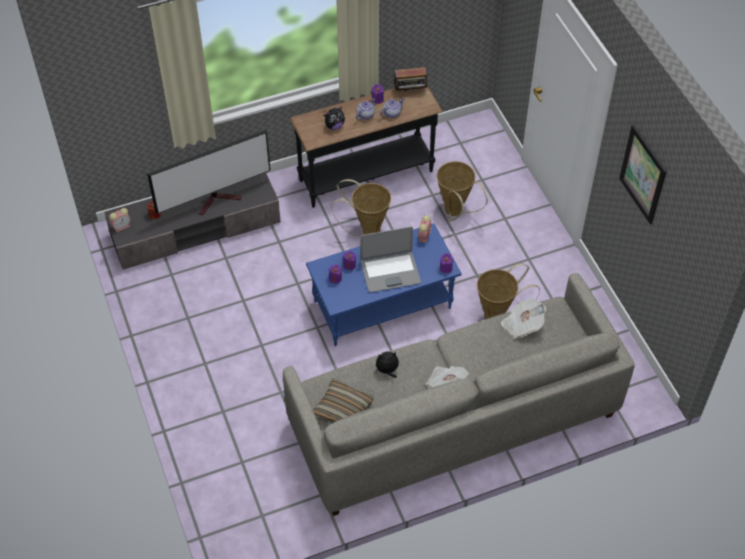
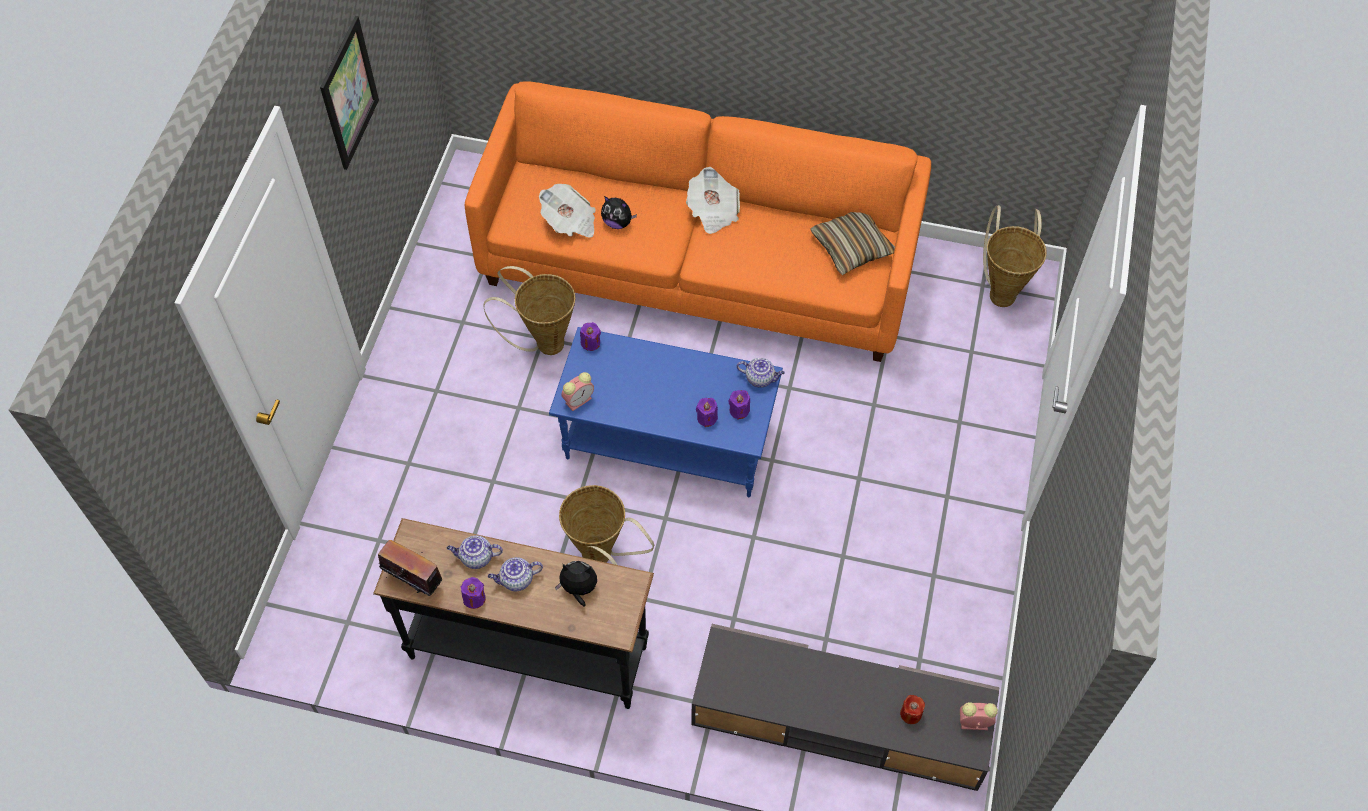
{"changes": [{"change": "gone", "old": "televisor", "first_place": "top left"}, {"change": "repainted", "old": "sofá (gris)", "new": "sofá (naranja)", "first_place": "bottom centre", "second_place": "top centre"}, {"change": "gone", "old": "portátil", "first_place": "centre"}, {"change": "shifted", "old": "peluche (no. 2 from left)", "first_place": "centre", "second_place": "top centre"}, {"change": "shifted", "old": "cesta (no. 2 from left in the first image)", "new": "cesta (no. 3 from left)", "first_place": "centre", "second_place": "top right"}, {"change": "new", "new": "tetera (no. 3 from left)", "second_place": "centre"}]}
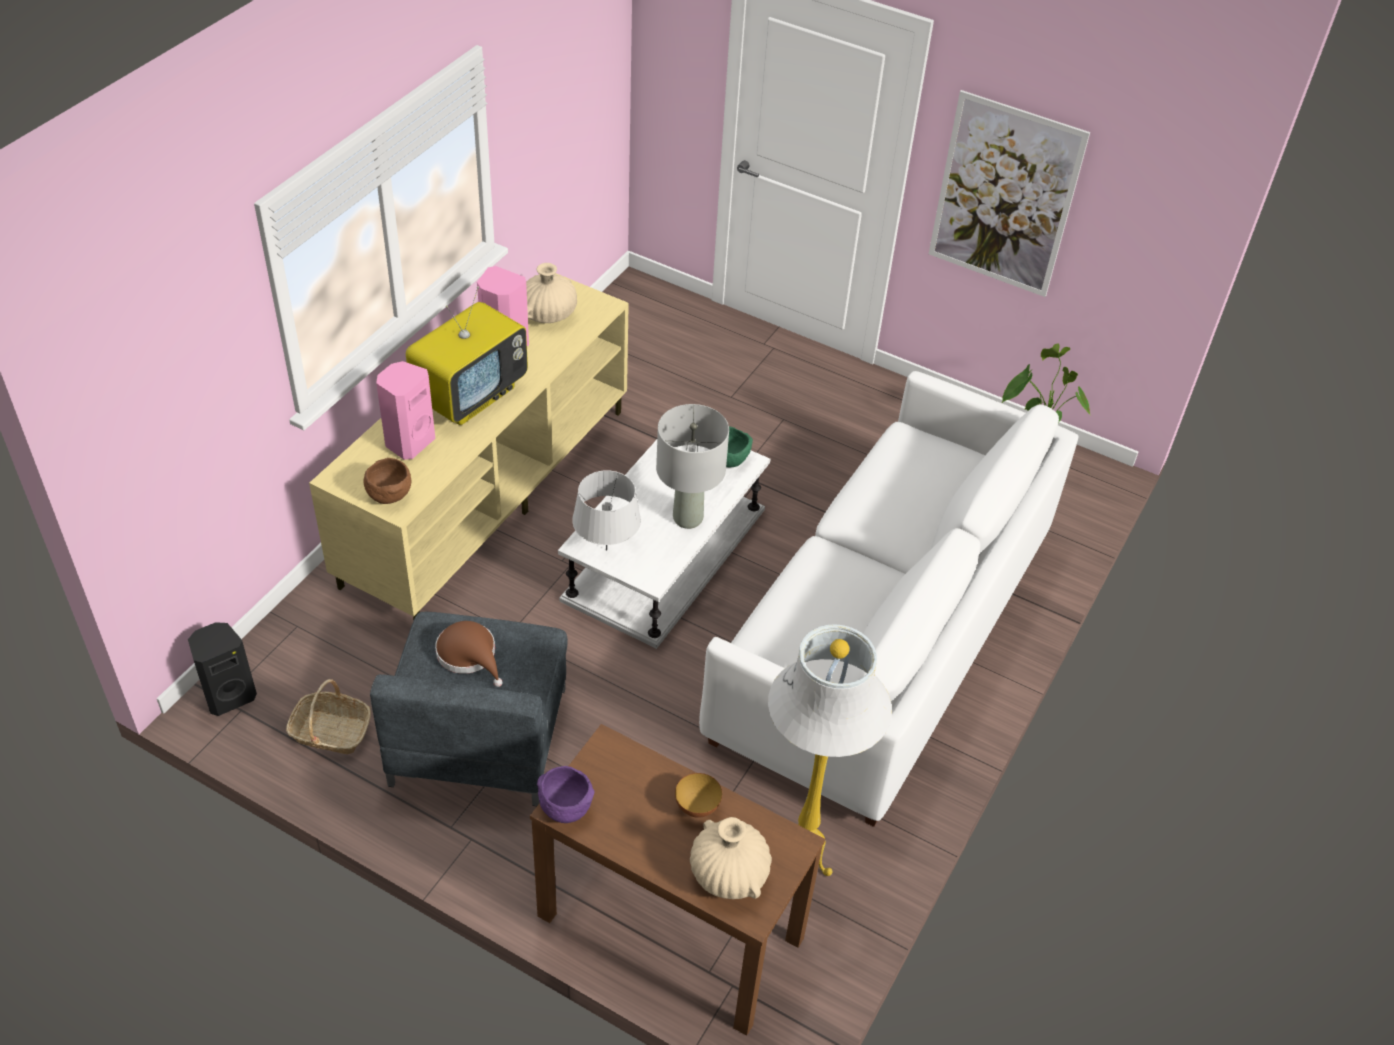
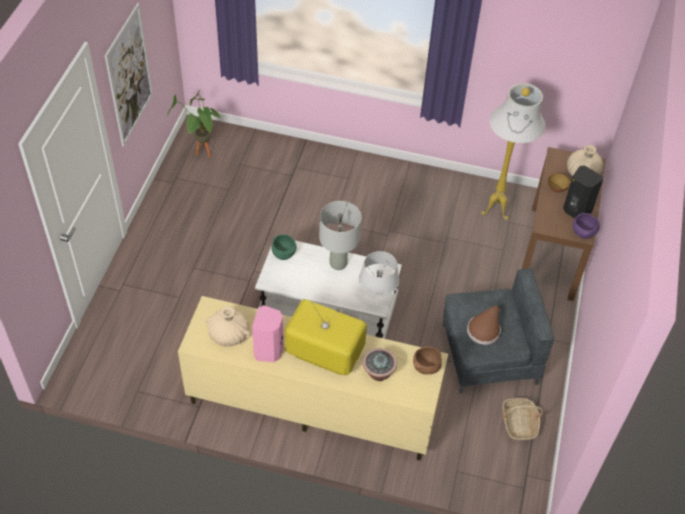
{"changes": [{"change": "shifted", "old": "altavoz (negro)", "first_place": "middle left", "second_place": "middle right"}, {"change": "swapped", "old": "altavoz (rosa) (no. 1 from left)", "new": "planta en maceta (no. 2 from left)", "first_place": "middle left", "second_place": "bottom centre"}, {"change": "gone", "old": "sofá (blanco)", "first_place": "centre"}]}
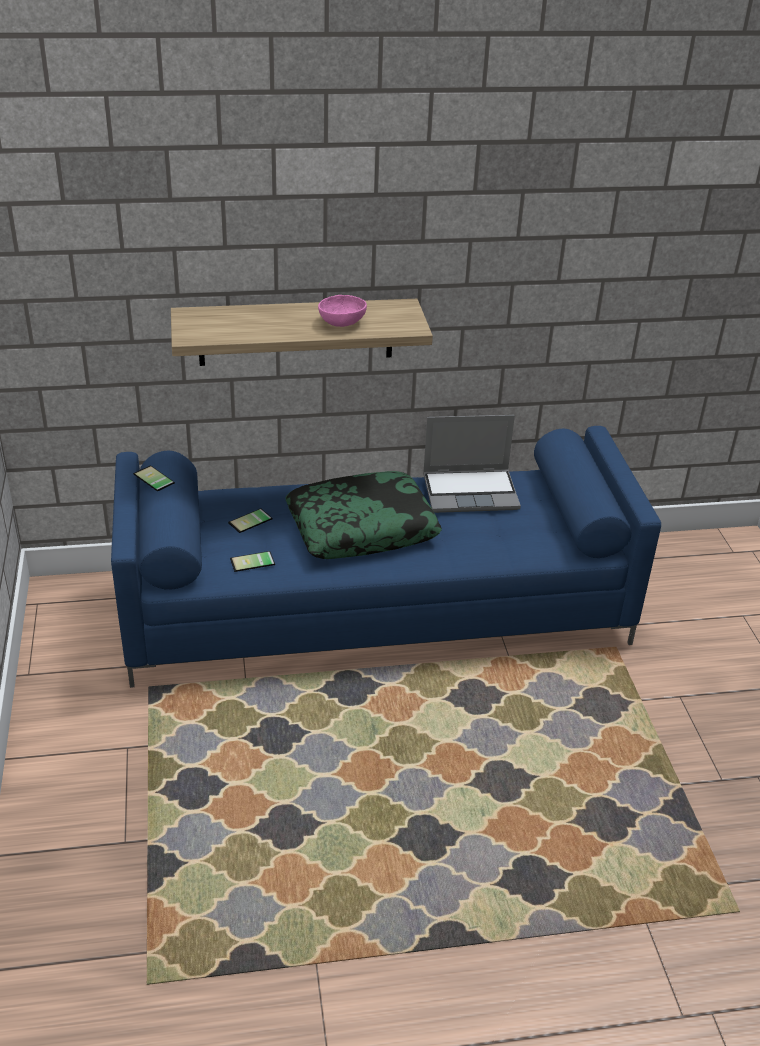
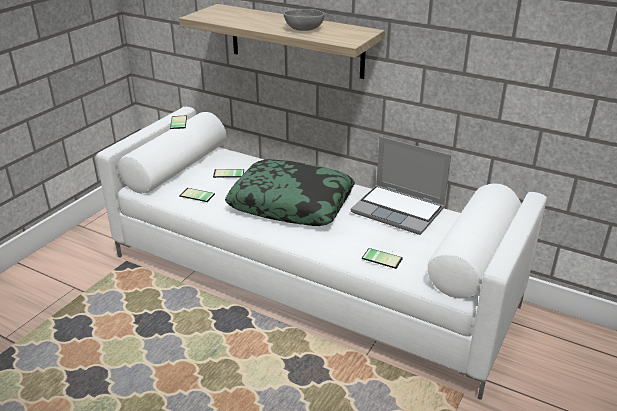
{"changes": [{"change": "repainted", "old": "sofá (azul)", "new": "sofá (blanco)", "first_place": "centre", "second_place": "centre"}, {"change": "repainted", "old": "cuenco (rosa)", "new": "cuenco (gris)", "first_place": "top centre", "second_place": "top centre"}, {"change": "new", "new": "móvil (no. 4 from left)", "second_place": "centre"}]}
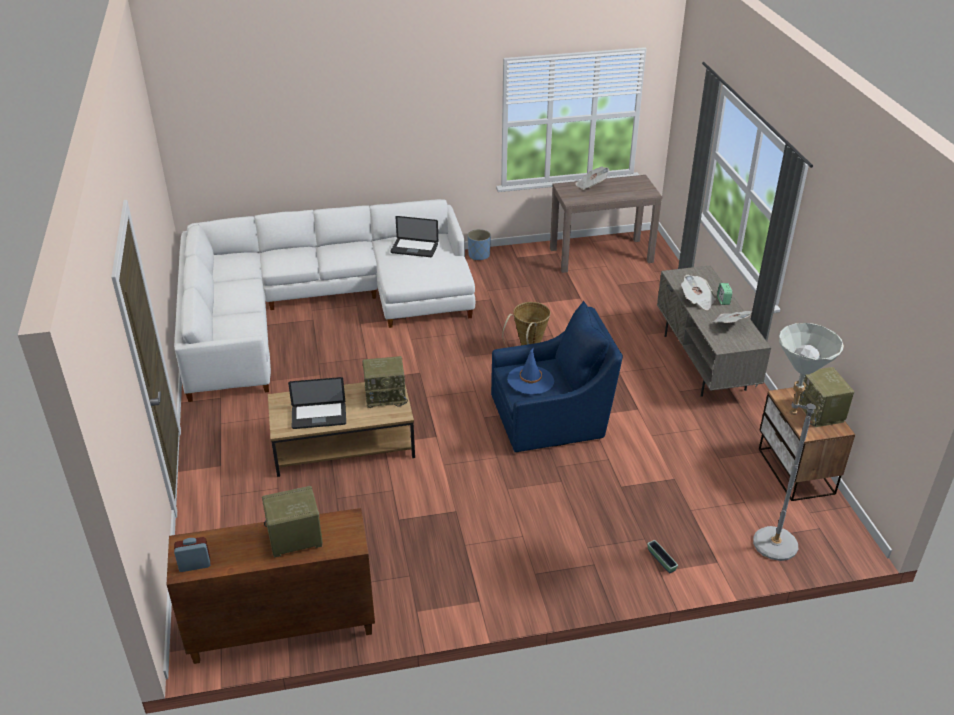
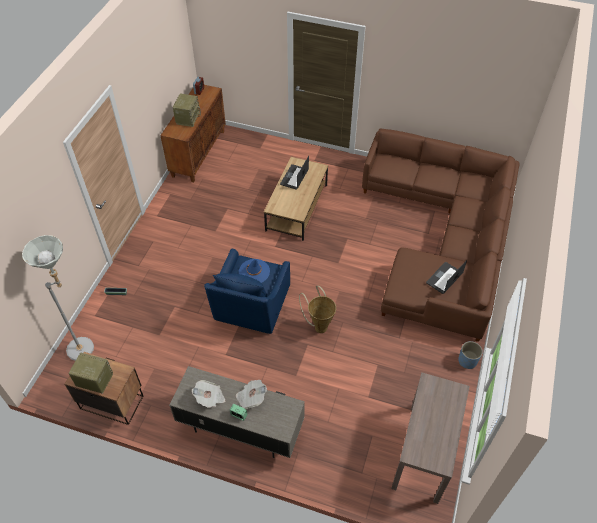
{"changes": [{"change": "repainted", "old": "sofá (blanco)", "new": "sofá (marrón)", "first_place": "centre", "second_place": "middle right"}, {"change": "gone", "old": "radio (no. 2 from left)", "first_place": "centre"}, {"change": "gone", "old": "periódico (no. 1 from left)", "first_place": "top centre"}]}
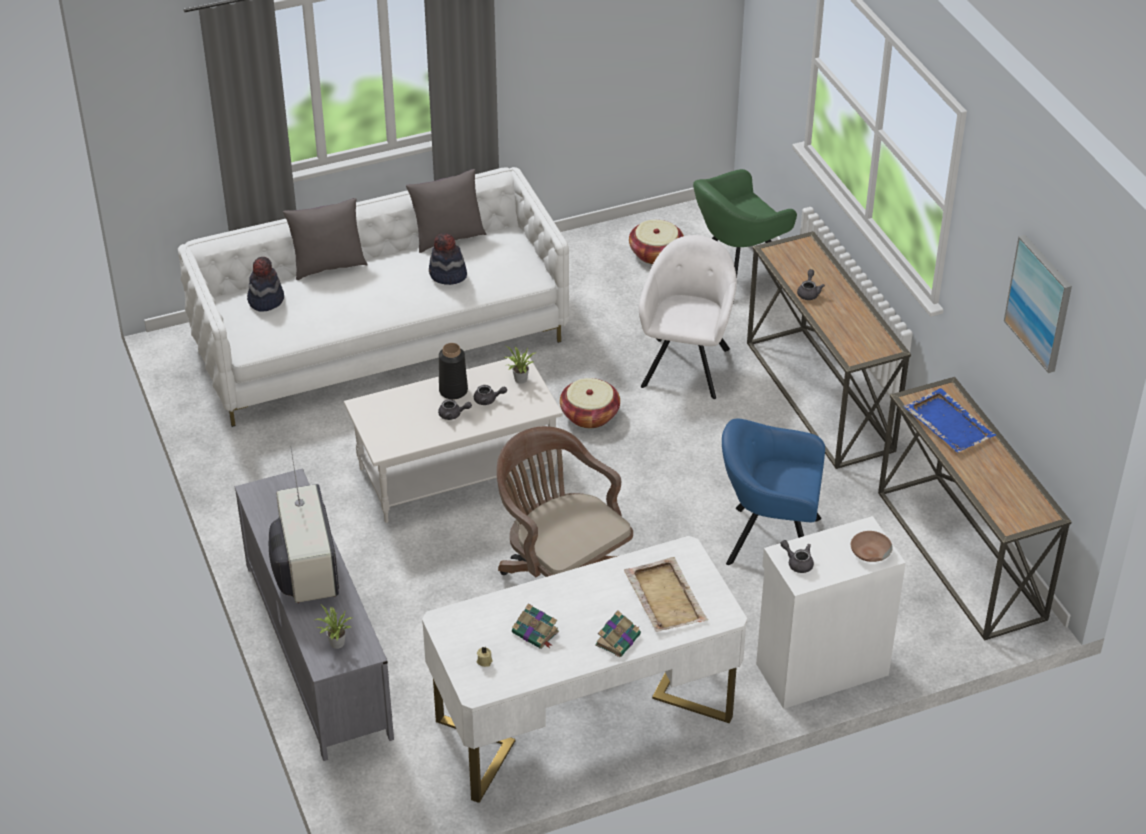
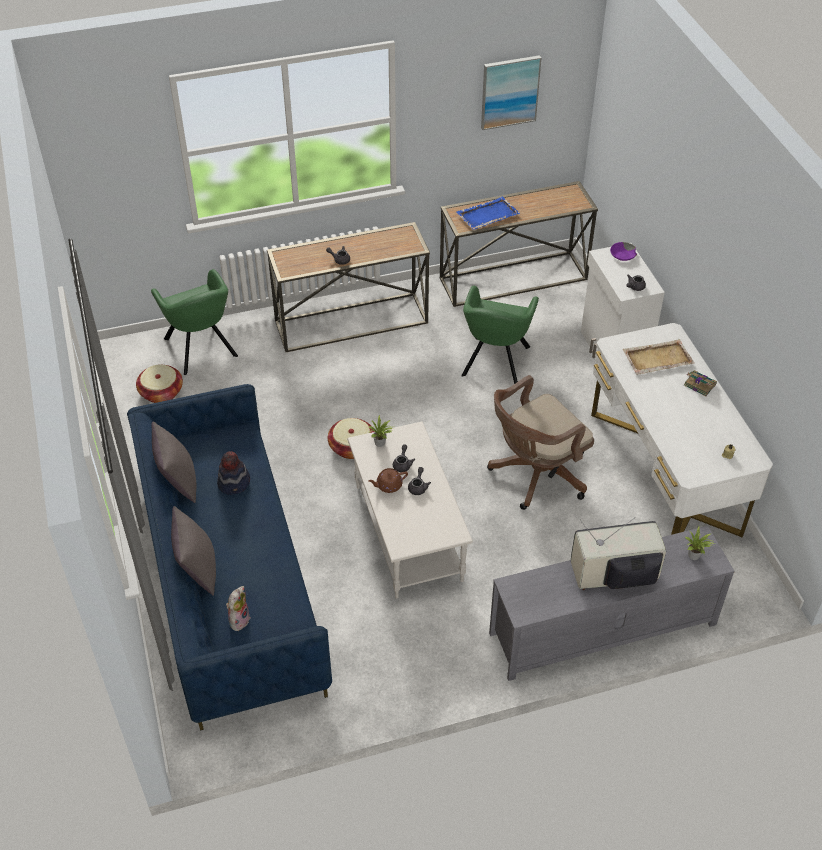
{"changes": [{"change": "repainted", "old": "sofá (blanco)", "new": "sofá (azul)", "first_place": "middle left", "second_place": "middle left"}, {"change": "swapped", "old": "sombrero (no. 1 from left)", "new": "peluche", "first_place": "middle left", "second_place": "bottom left"}, {"change": "swapped", "old": "florero (negro)", "new": "tetera (marrón)", "first_place": "centre", "second_place": "centre"}, {"change": "gone", "old": "libro (no. 1 from left)", "first_place": "bottom centre"}, {"change": "gone", "old": "sillón (blanco)", "first_place": "centre"}, {"change": "repainted", "old": "sillón (azul)", "new": "sillón (verde) (no. 2 from left)", "first_place": "middle right", "second_place": "centre"}, {"change": "repainted", "old": "cuenco (marrón)", "new": "cuenco (morado)", "first_place": "middle right", "second_place": "top right"}]}
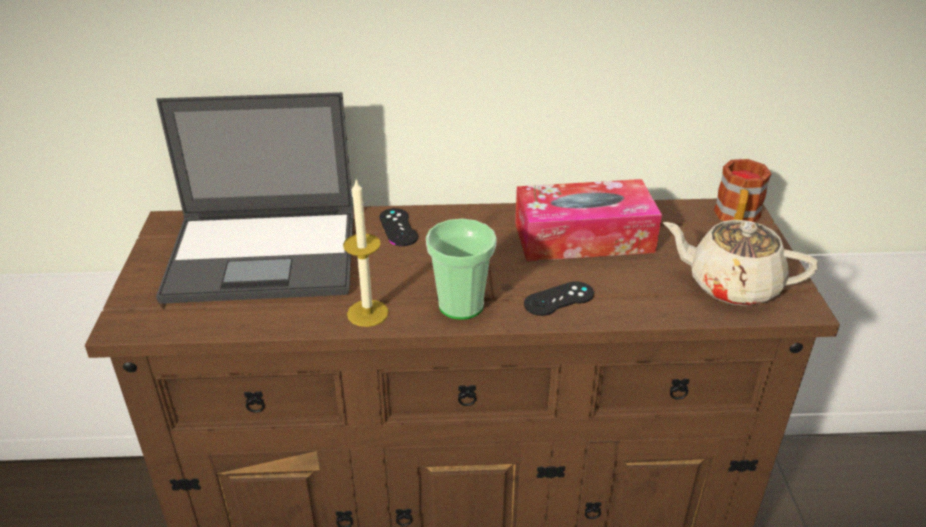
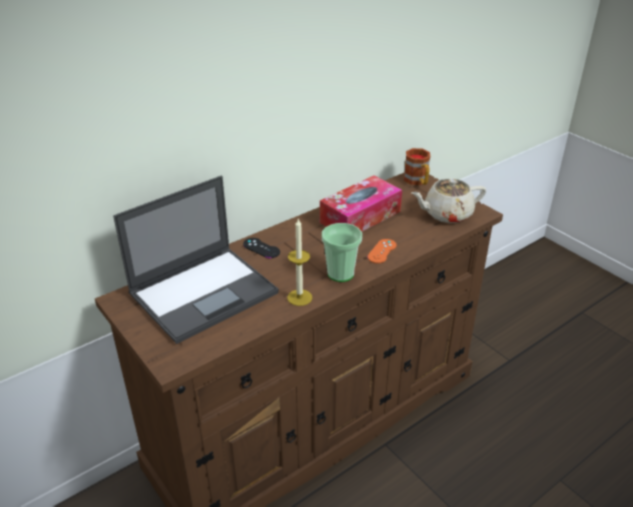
{"changes": [{"change": "repainted", "old": "mando de consola (negro) (no. 2 from left)", "new": "mando de consola (naranja)", "first_place": "centre", "second_place": "centre"}]}
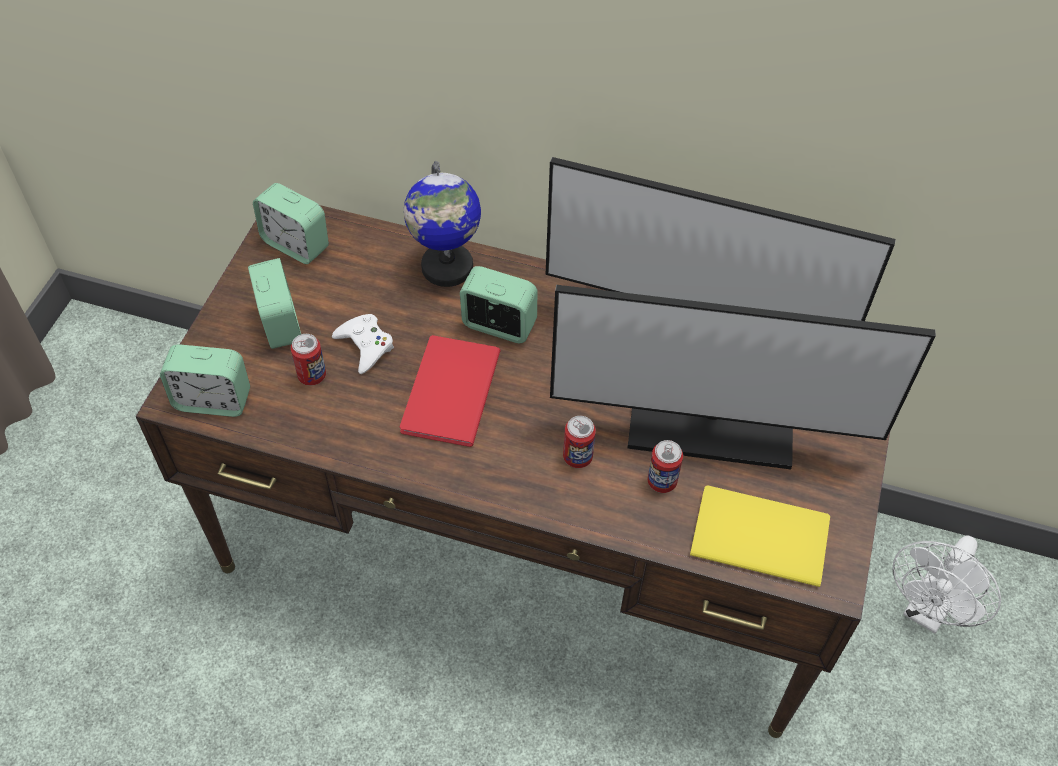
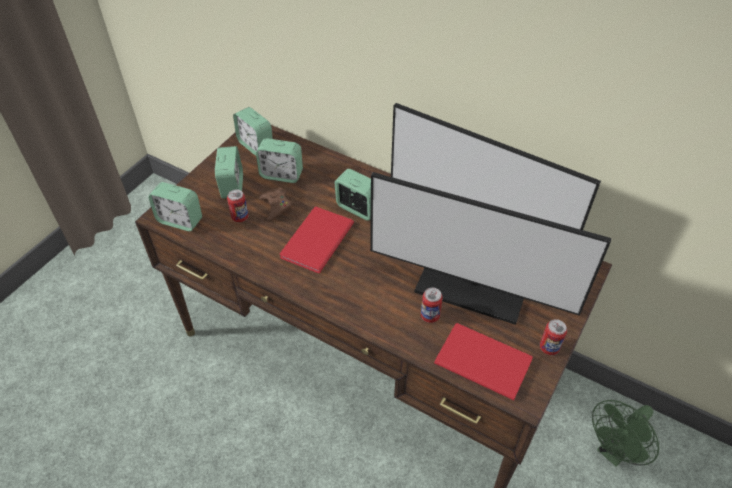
{"changes": [{"change": "repainted", "old": "mando de consola (blanco)", "new": "mando de consola (marrón)", "first_place": "centre", "second_place": "centre"}, {"change": "gone", "old": "globo terráqueo", "first_place": "top centre"}, {"change": "shifted", "old": "lata (no. 2 from left in the first image)", "new": "lata (no. 3 from left)", "first_place": "centre", "second_place": "bottom right"}, {"change": "repainted", "old": "libro (amarillo)", "new": "libro (rojo) (no. 2 from left)", "first_place": "bottom right", "second_place": "bottom centre"}, {"change": "repainted", "old": "ventilador (blanco)", "new": "ventilador (verde)", "first_place": "bottom right", "second_place": "bottom right"}, {"change": "new", "new": "despertador (no. 4 from left)", "second_place": "top centre"}]}
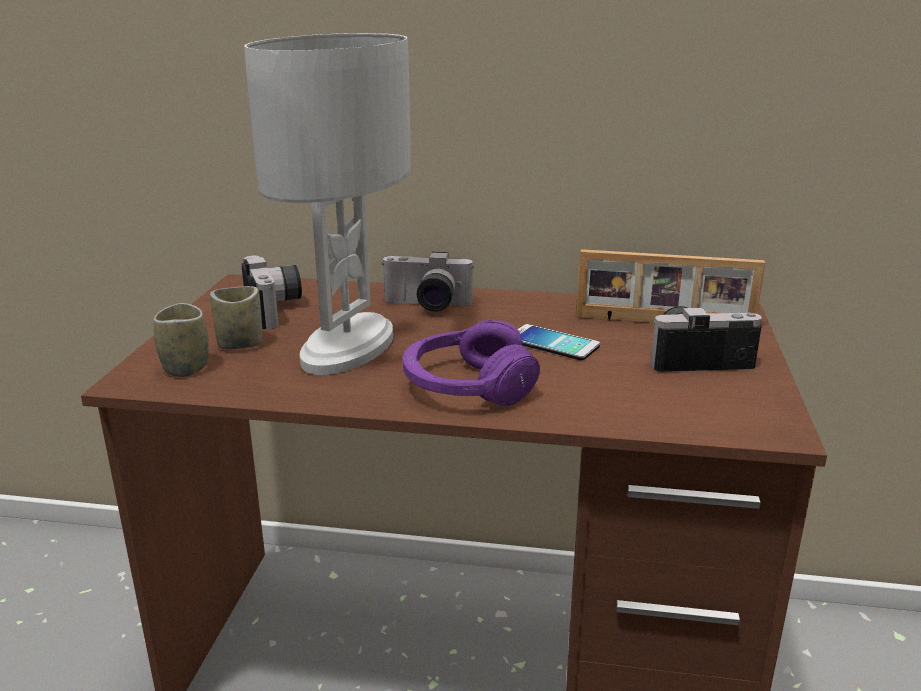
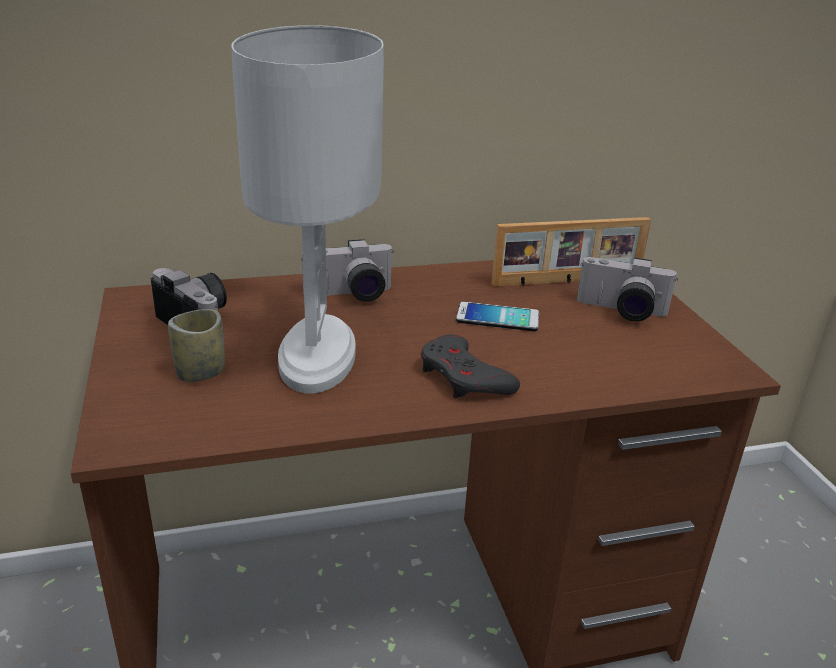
{"changes": [{"change": "gone", "old": "taza (no. 1 from left)", "first_place": "middle left"}, {"change": "swapped", "old": "auriculares (morado)", "new": "mando de consola (gris)", "first_place": "centre", "second_place": "centre"}, {"change": "rotated", "old": "cámara (no. 3 from left)", "first_place": "middle right", "second_place": "middle right", "degrees": -135}]}
